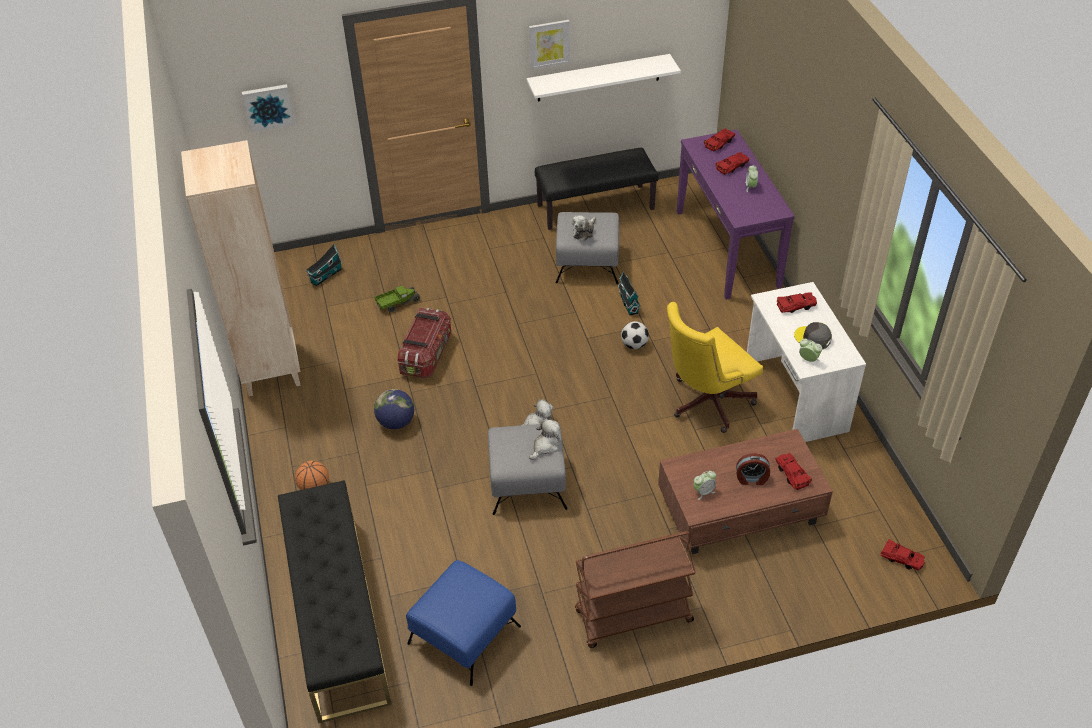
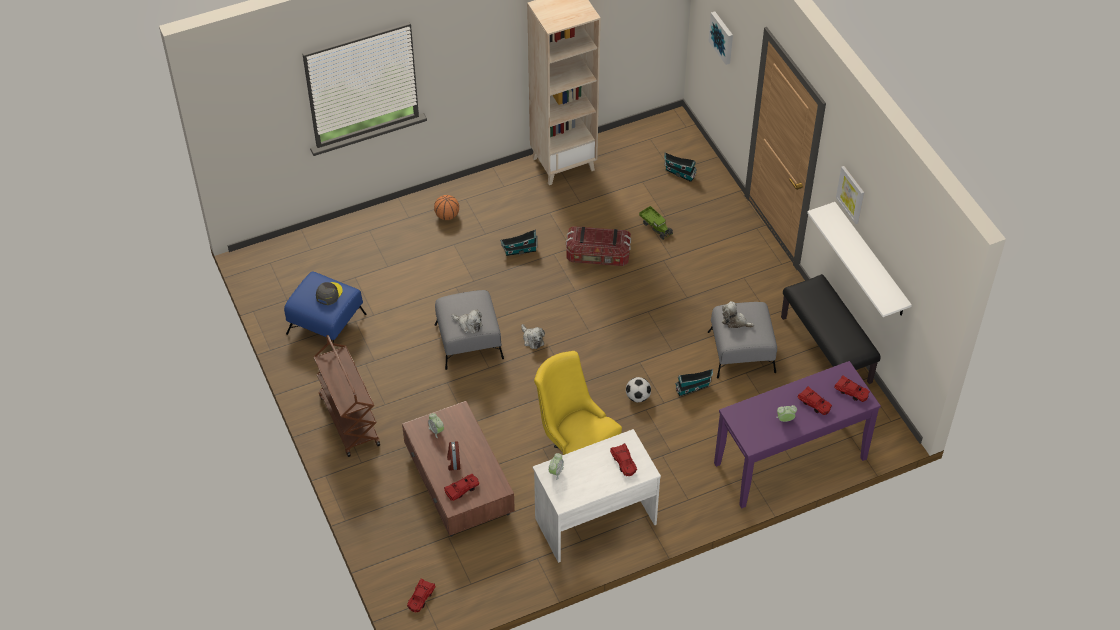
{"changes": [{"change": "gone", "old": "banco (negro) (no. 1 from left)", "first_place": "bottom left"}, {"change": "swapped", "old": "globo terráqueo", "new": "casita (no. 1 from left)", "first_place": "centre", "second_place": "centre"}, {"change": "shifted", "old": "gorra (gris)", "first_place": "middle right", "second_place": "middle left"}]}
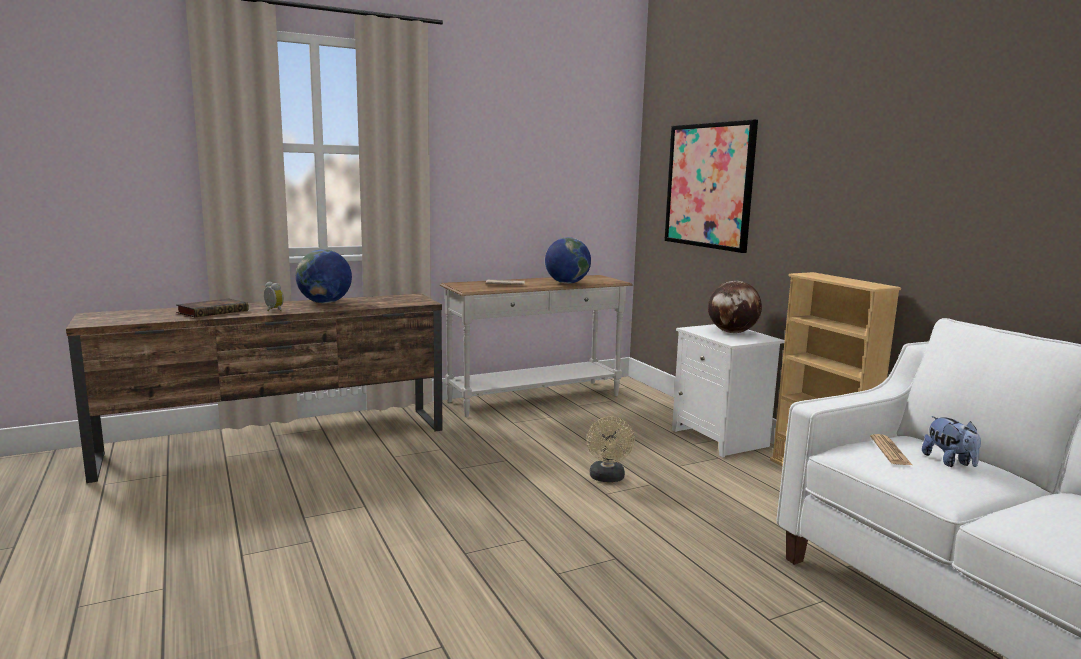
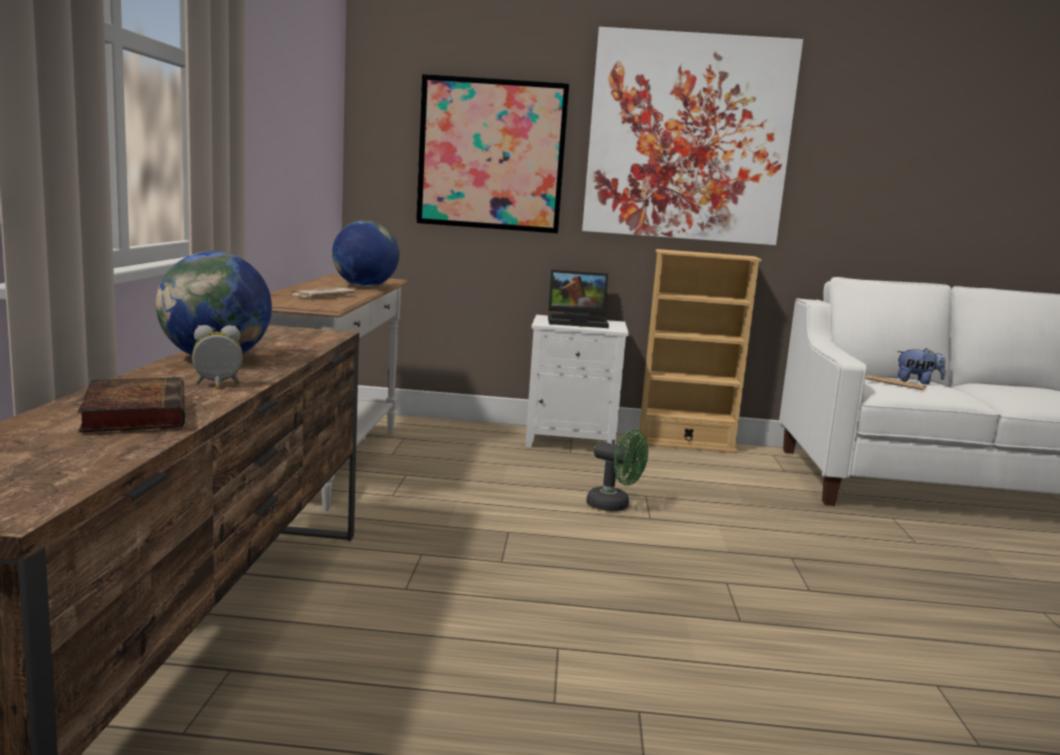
{"changes": [{"change": "repainted", "old": "ventilador (beis)", "new": "ventilador (verde)", "first_place": "bottom centre", "second_place": "centre"}, {"change": "swapped", "old": "globo terráqueo (no. 3 from left)", "new": "portátil", "first_place": "middle right", "second_place": "centre"}, {"change": "new", "new": "cuadro (no. 2 from left)", "second_place": "top centre"}]}
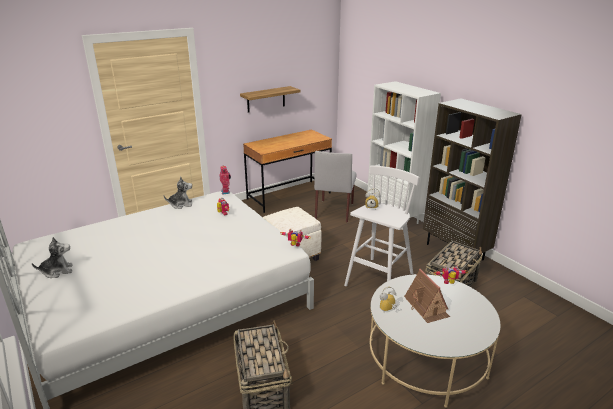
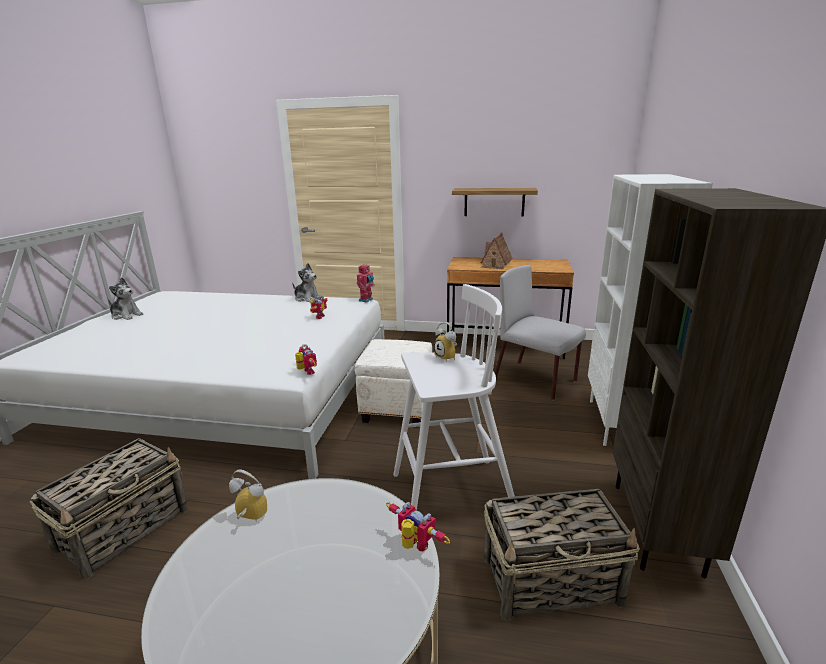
{"changes": [{"change": "rotated", "old": "silla (gris)", "first_place": "centre", "second_place": "centre", "degrees": 75}, {"change": "shifted", "old": "casita", "first_place": "bottom right", "second_place": "centre"}]}
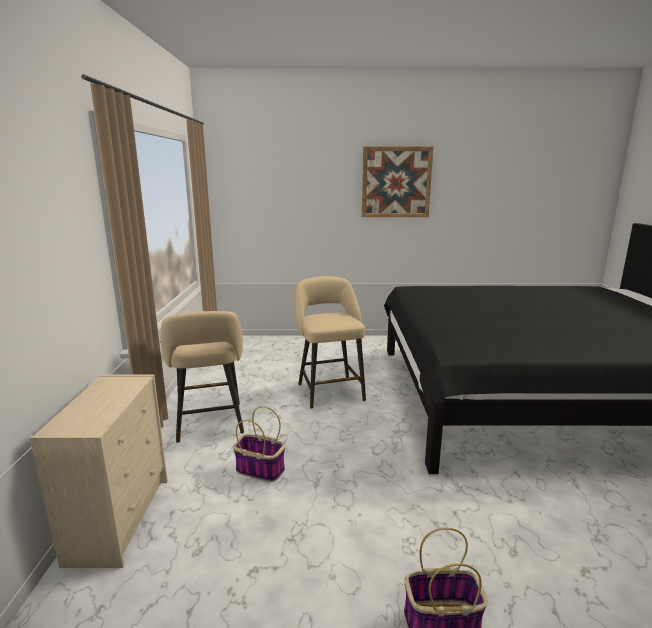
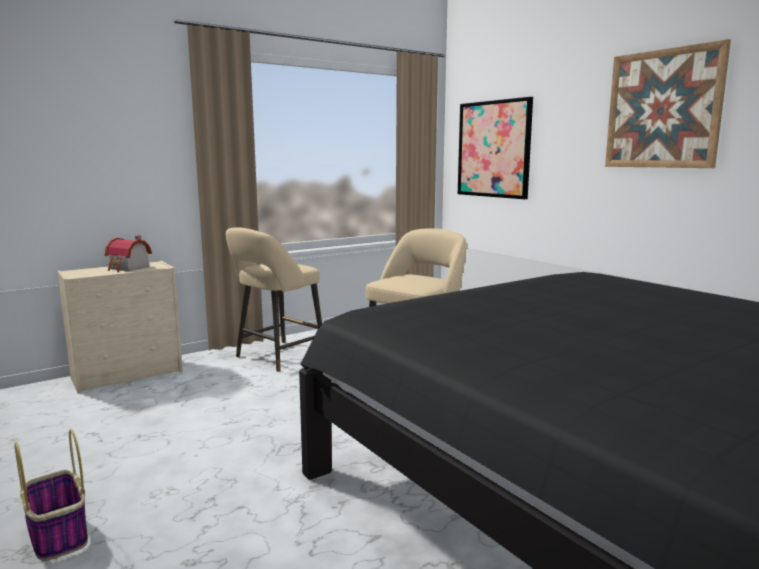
{"changes": [{"change": "gone", "old": "cesta (no. 1 from left)", "first_place": "bottom centre"}, {"change": "new", "new": "casita", "second_place": "middle left"}, {"change": "new", "new": "cuadro (no. 1 from left)", "second_place": "top centre"}]}
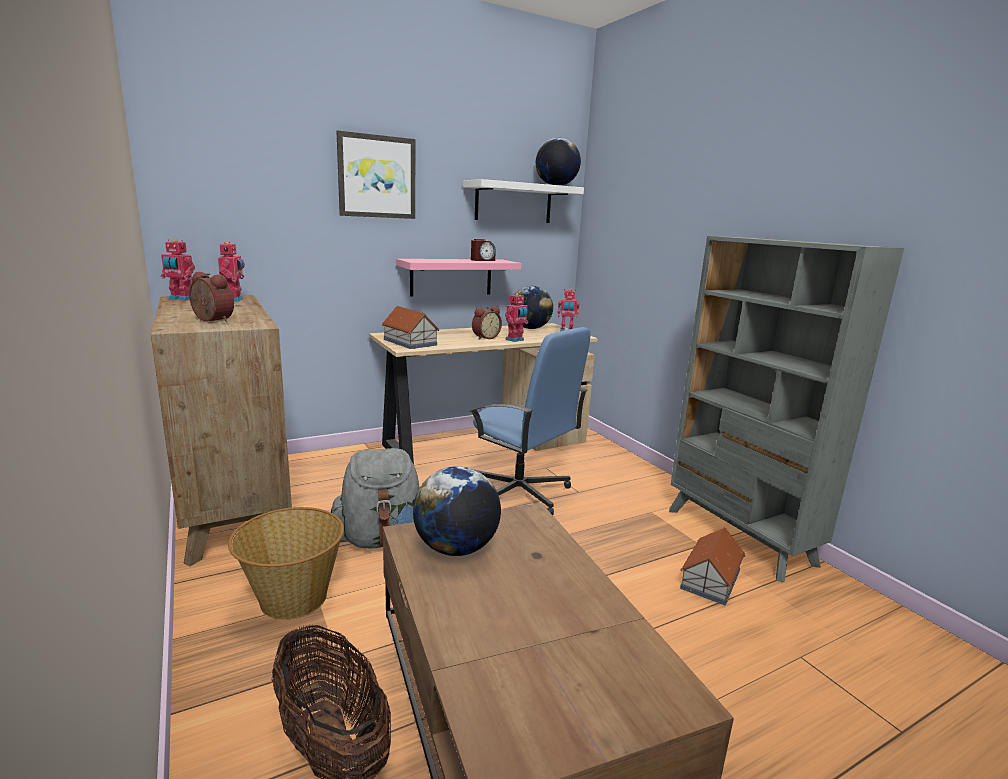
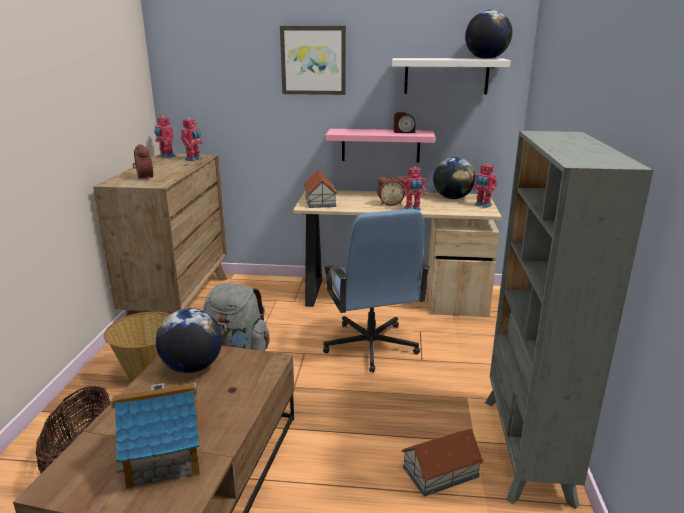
{"changes": [{"change": "new", "new": "casita (no. 1 from left)", "second_place": "bottom left"}]}
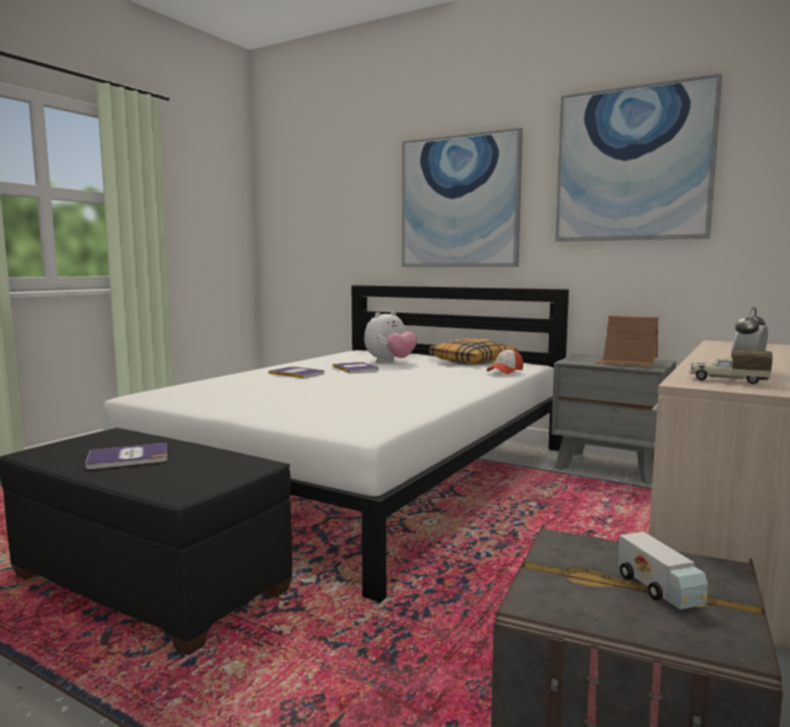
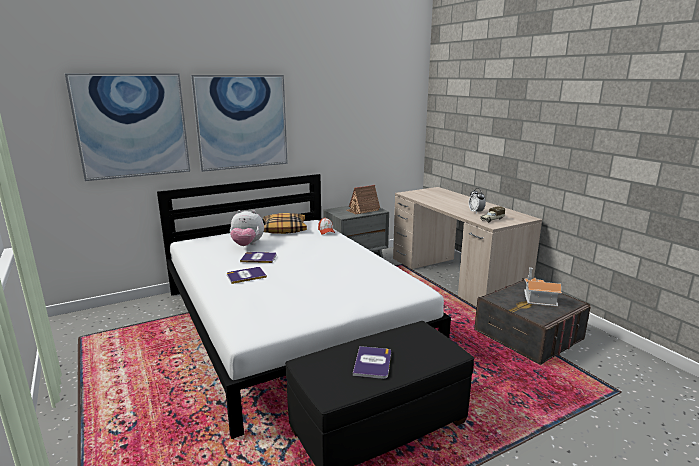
{"changes": [{"change": "rotated", "old": "peluche", "first_place": "centre", "second_place": "centre", "degrees": 105}, {"change": "shifted", "old": "cuadro (no. 2 from left in the first image)", "new": "cuadro (no. 1 from left)", "first_place": "top right", "second_place": "top left"}, {"change": "swapped", "old": "camión de juguete (no. 1 from left)", "new": "casita (no. 2 from left)", "first_place": "bottom right", "second_place": "middle right"}]}
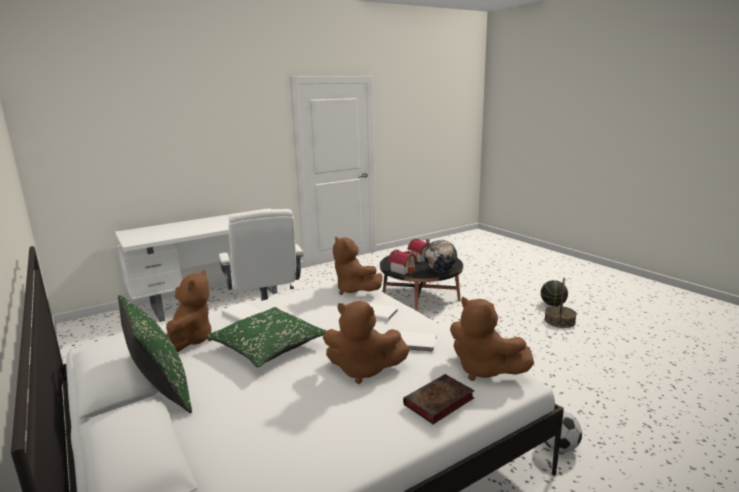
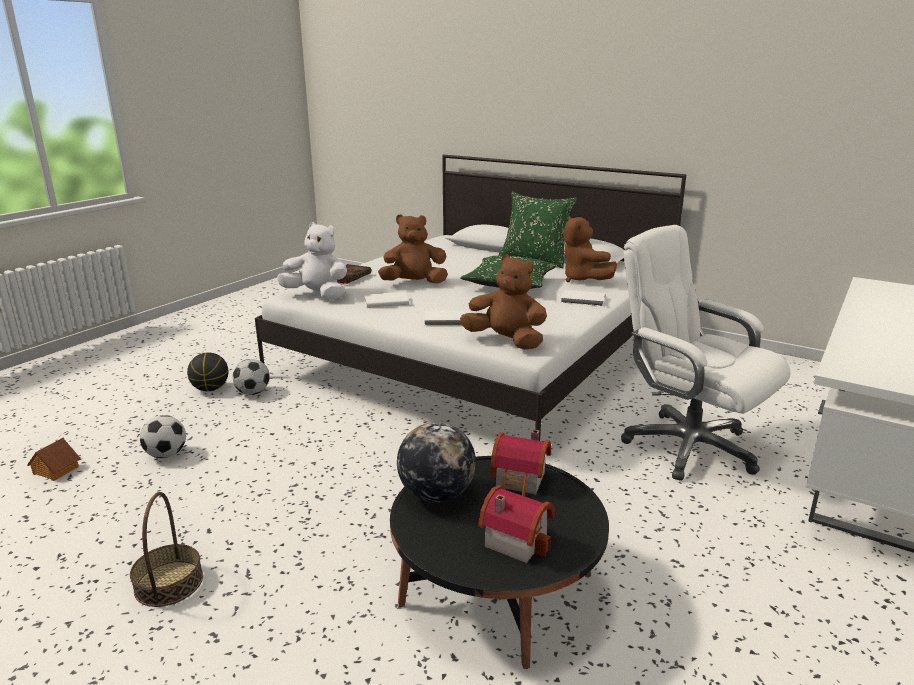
{"changes": [{"change": "repainted", "old": "peluche (marrón) (no. 4 from left)", "new": "peluche (blanco)", "first_place": "bottom centre", "second_place": "centre"}, {"change": "shifted", "old": "balón de baloncesto", "first_place": "middle right", "second_place": "middle left"}, {"change": "new", "new": "casita (no. 1 from left)", "second_place": "bottom left"}, {"change": "new", "new": "balón de fútbol (no. 1 from left)", "second_place": "middle left"}]}
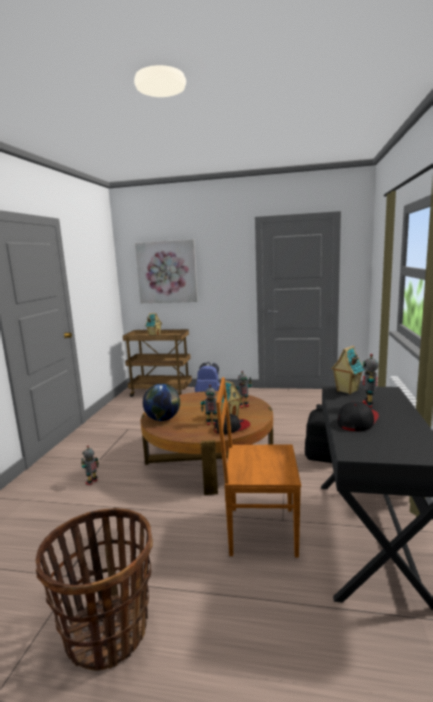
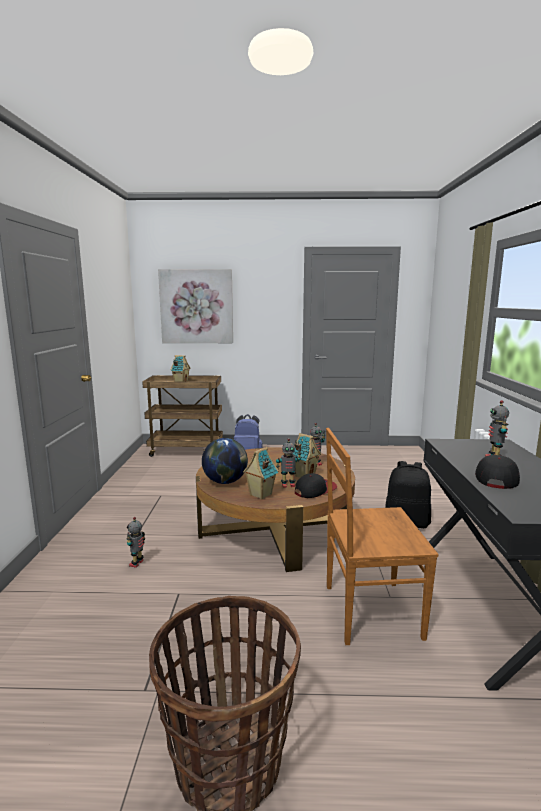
{"changes": [{"change": "shifted", "old": "casita (no. 3 from left in the first image)", "new": "casita (no. 2 from left)", "first_place": "middle right", "second_place": "centre"}]}
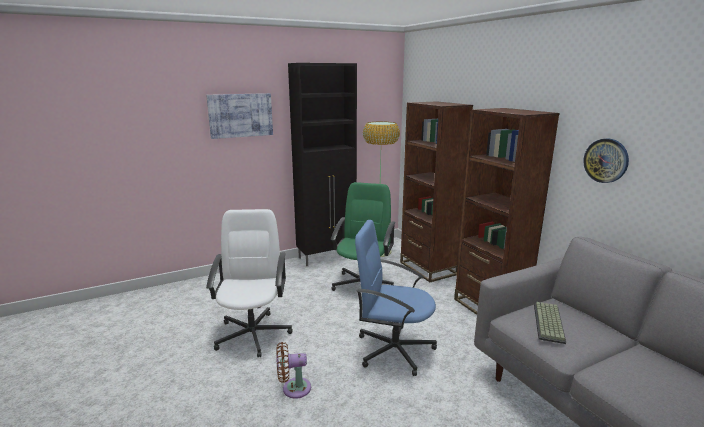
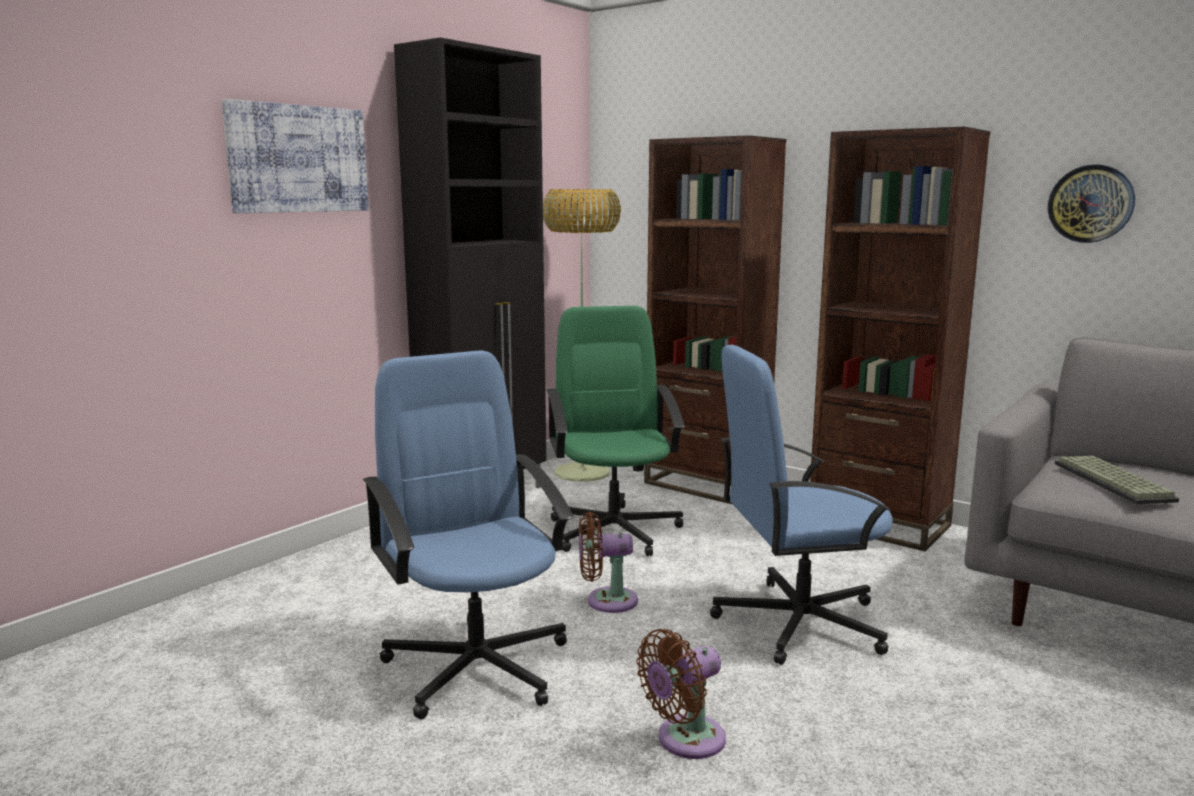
{"changes": [{"change": "repainted", "old": "silla de oficina (blanco)", "new": "silla de oficina (azul) (no. 1 from left)", "first_place": "centre", "second_place": "bottom centre"}, {"change": "new", "new": "ventilador (marrón) (no. 1 from left)", "second_place": "bottom centre"}]}
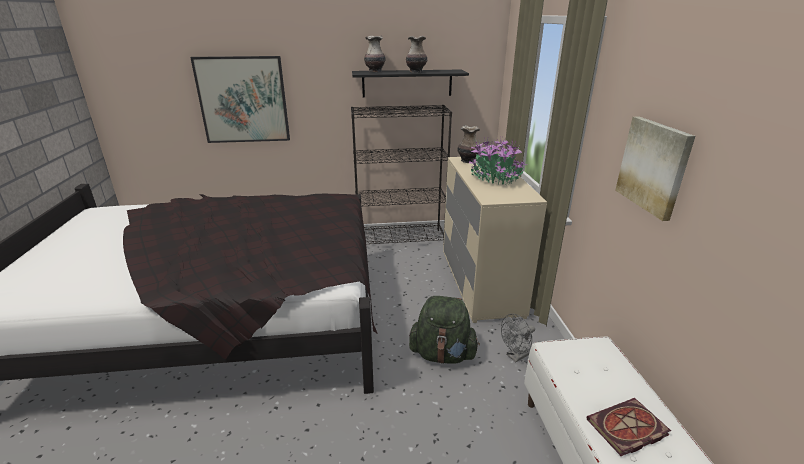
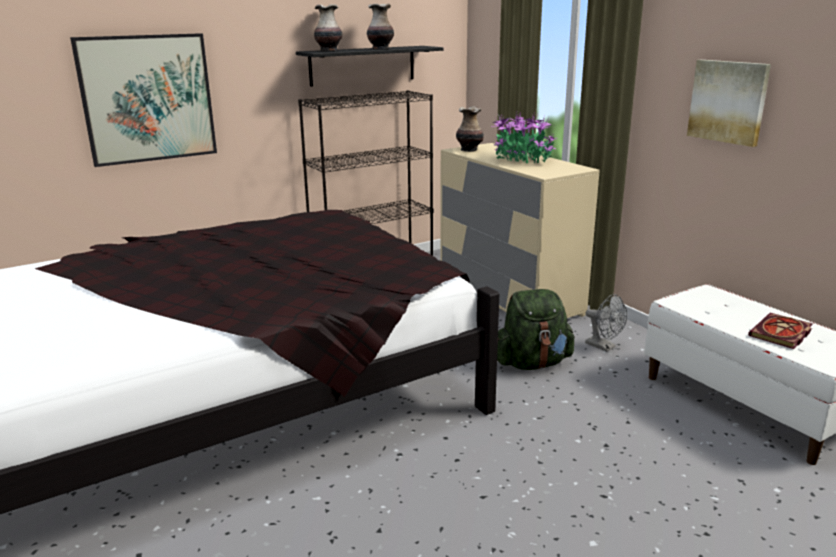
{"changes": [{"change": "rotated", "old": "ventilador (gris)", "first_place": "bottom centre", "second_place": "middle right", "degrees": -75}]}
